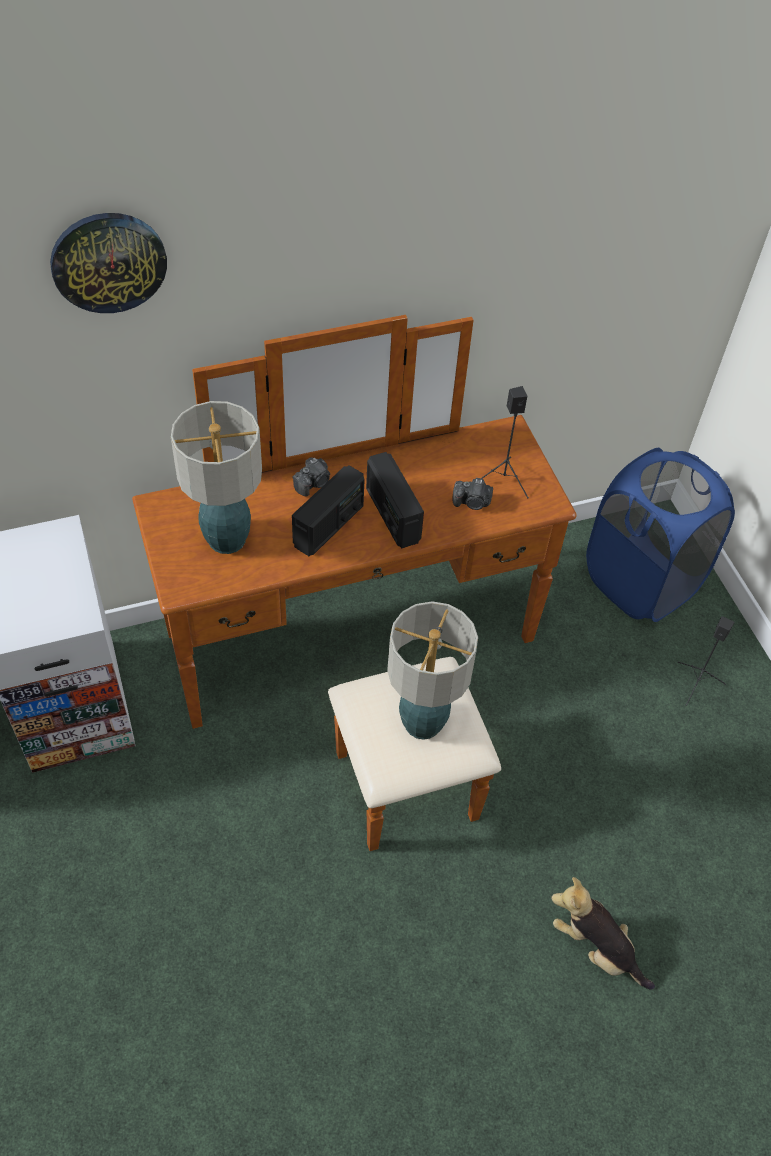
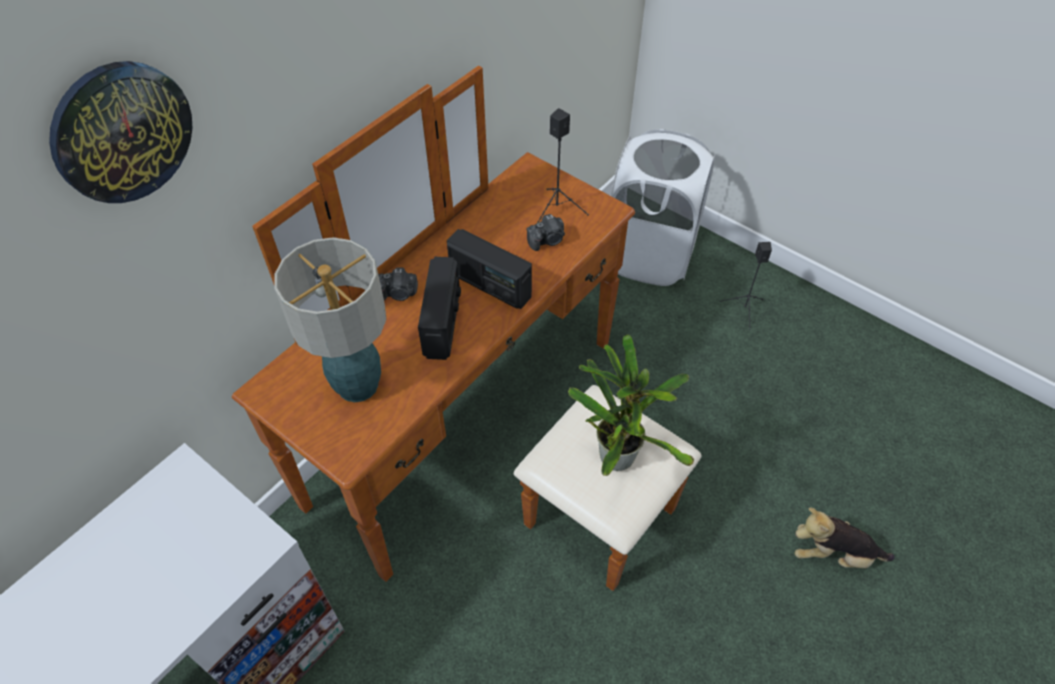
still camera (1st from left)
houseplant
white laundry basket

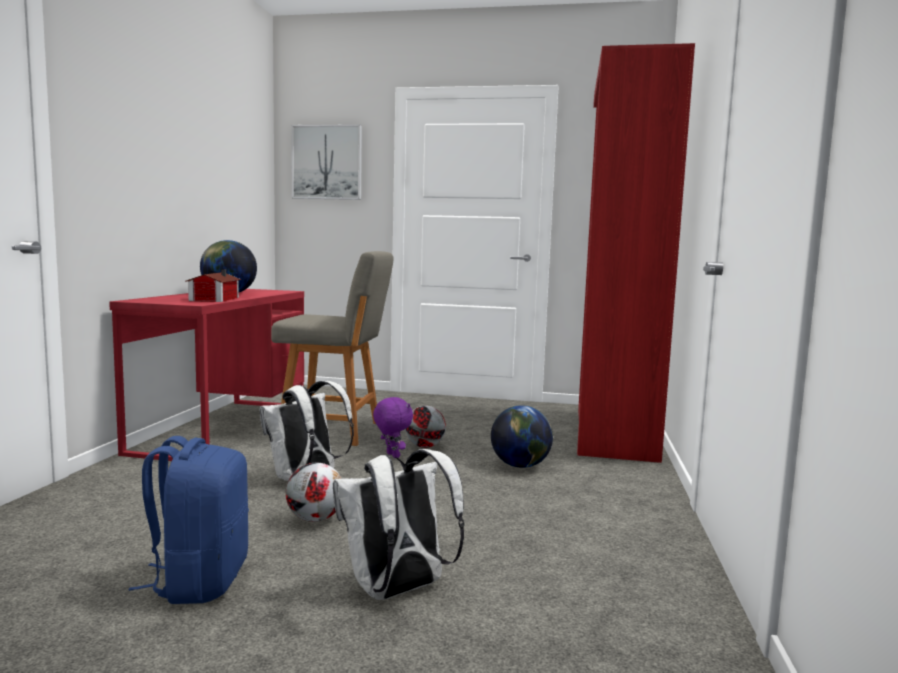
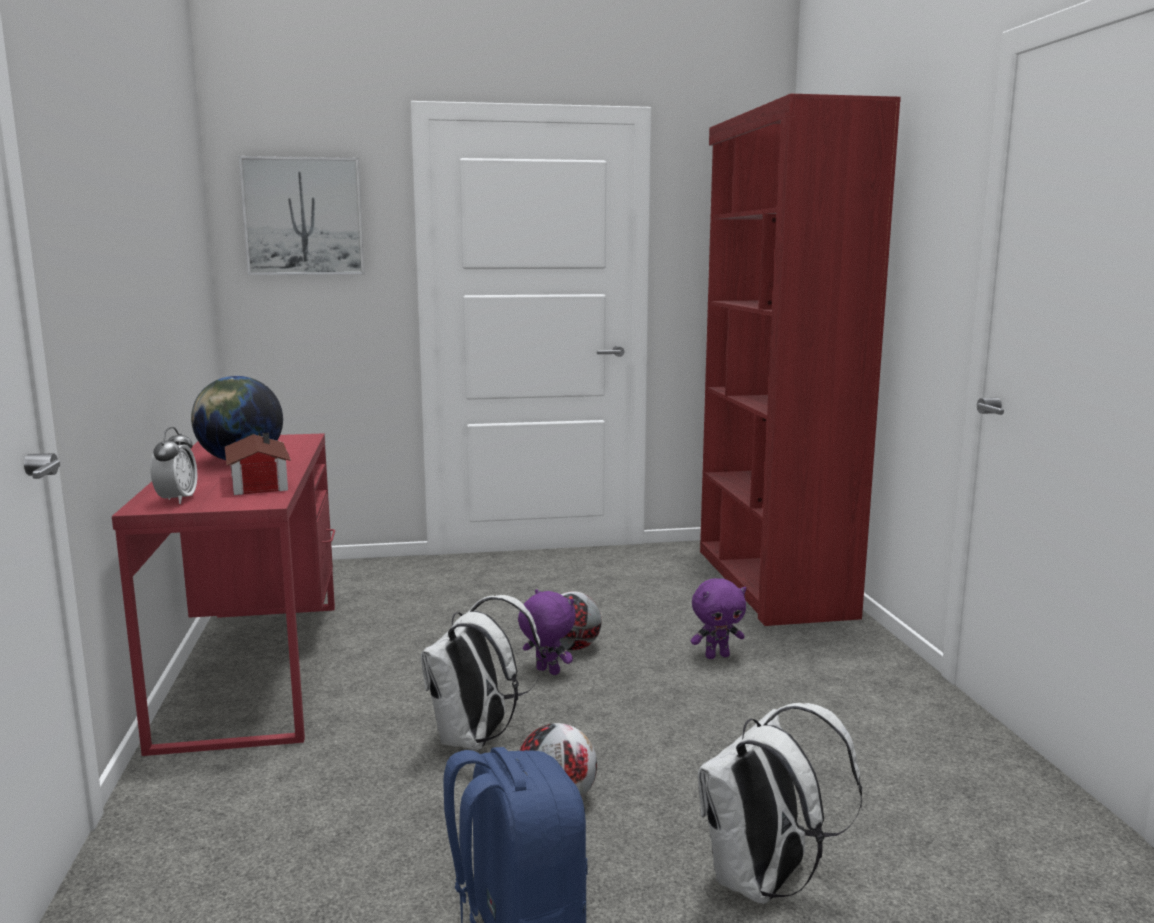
greyish upright chair
purple-coloured plush toy (2nd from left)
alarm clock

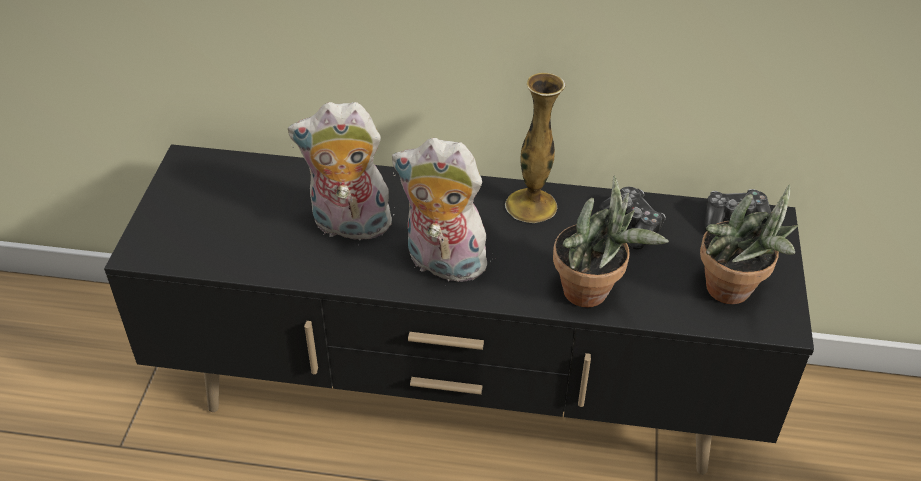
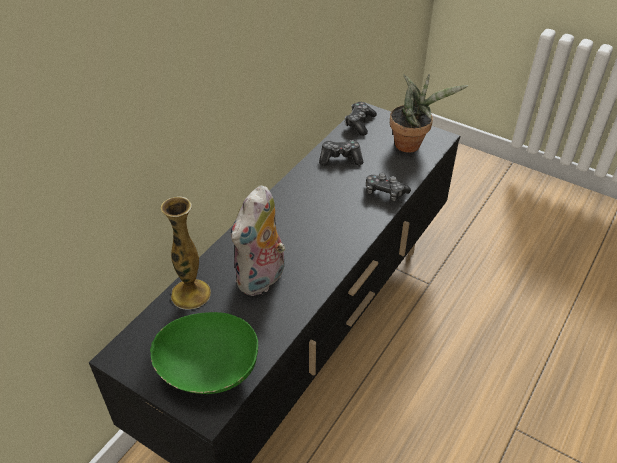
plush toy (2nd from left in the first image)
flower vase
gamepad (3rd from left)
green-coloured bowl

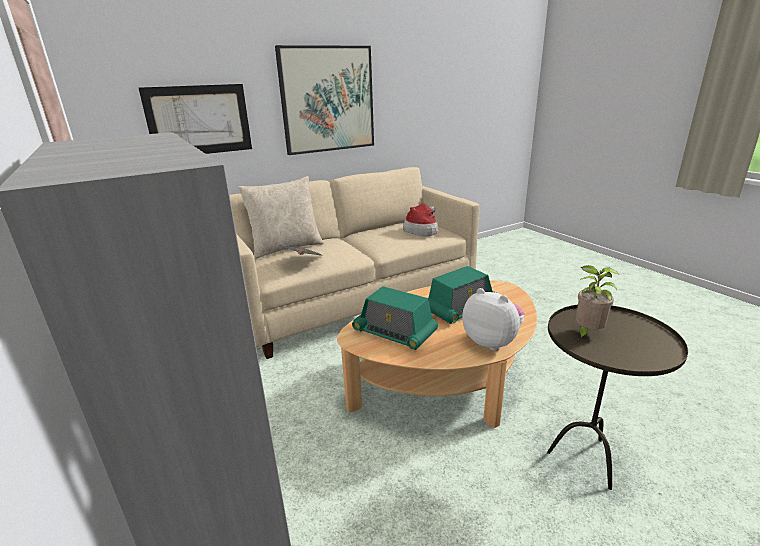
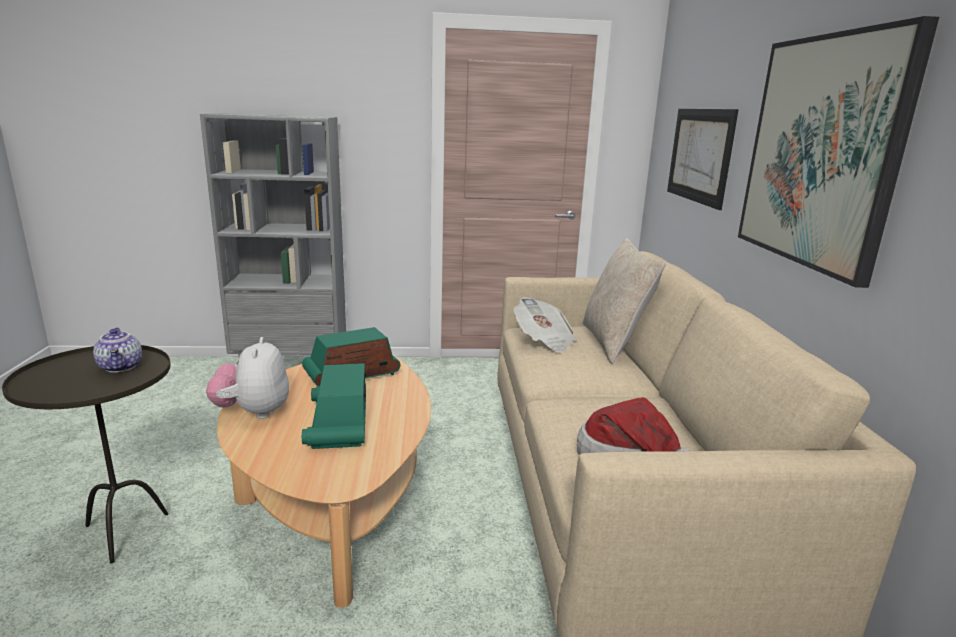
plush toy
pot for tea

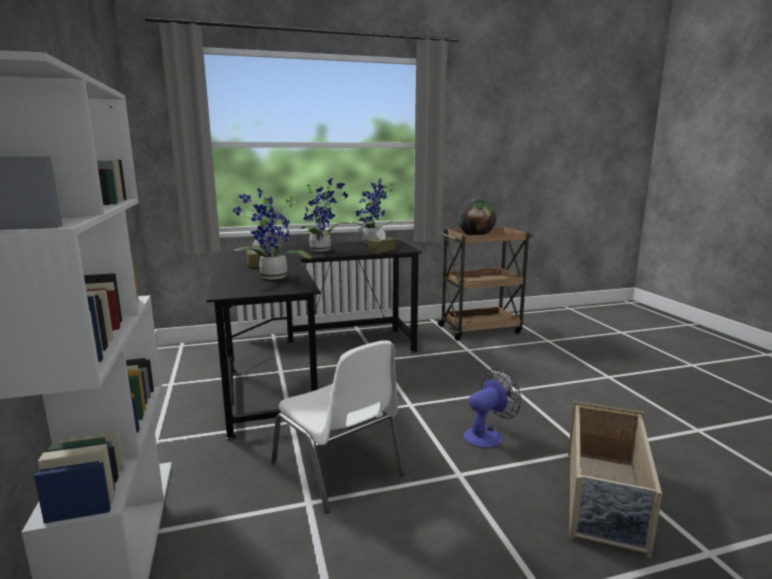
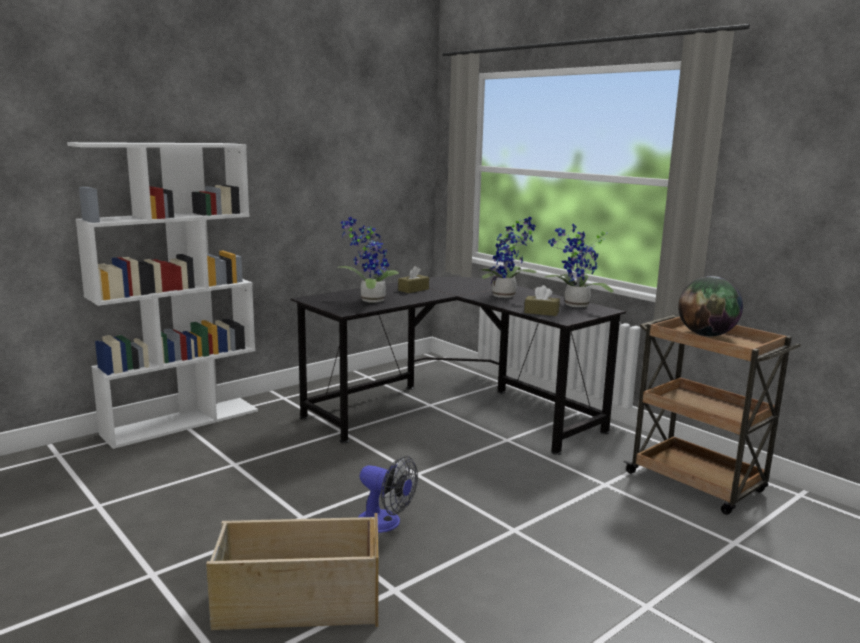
white upright chair

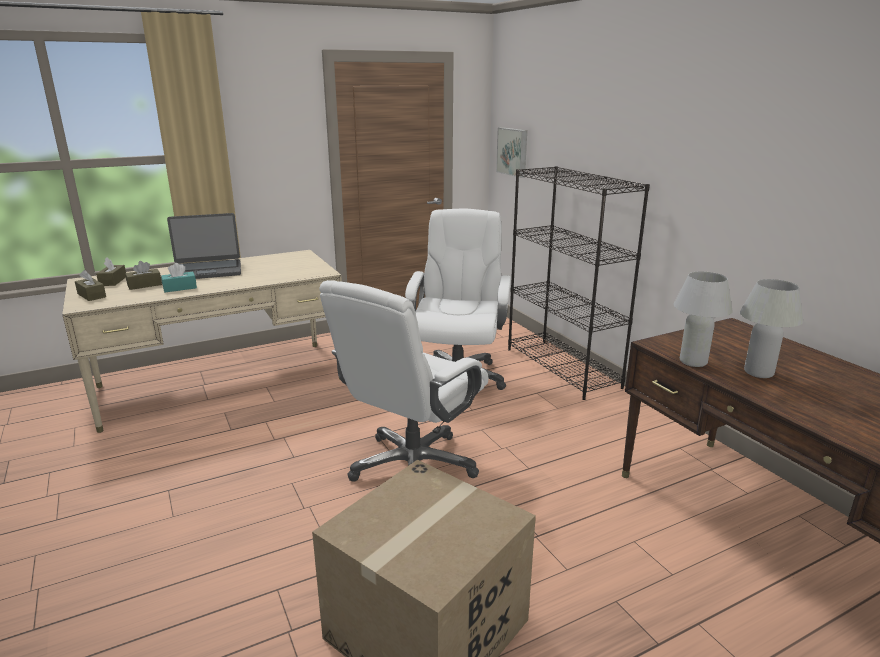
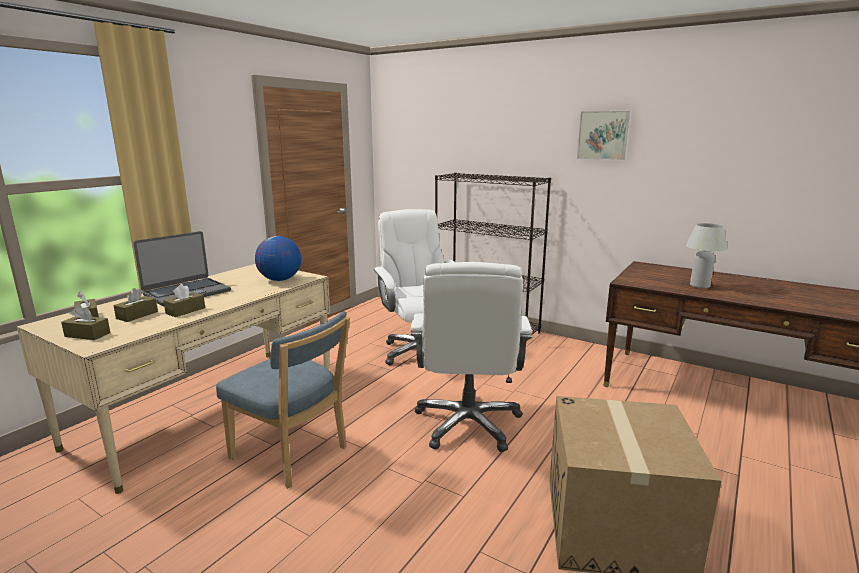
brownish box of tissues (4th from left)
picture
white lamp for a table (1st from left in the first image)
bluish upright chair
globe

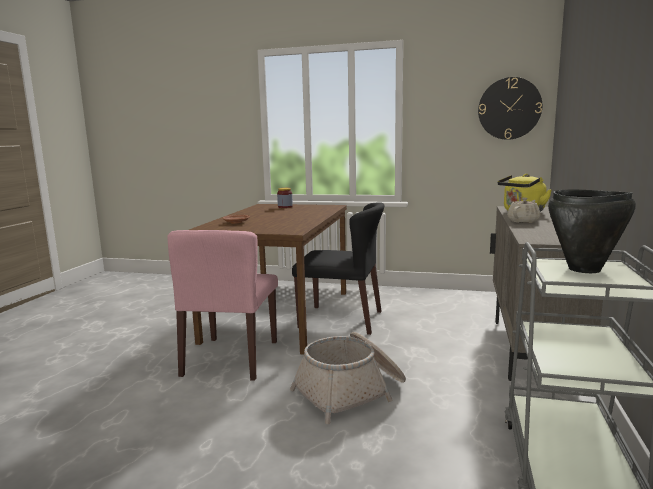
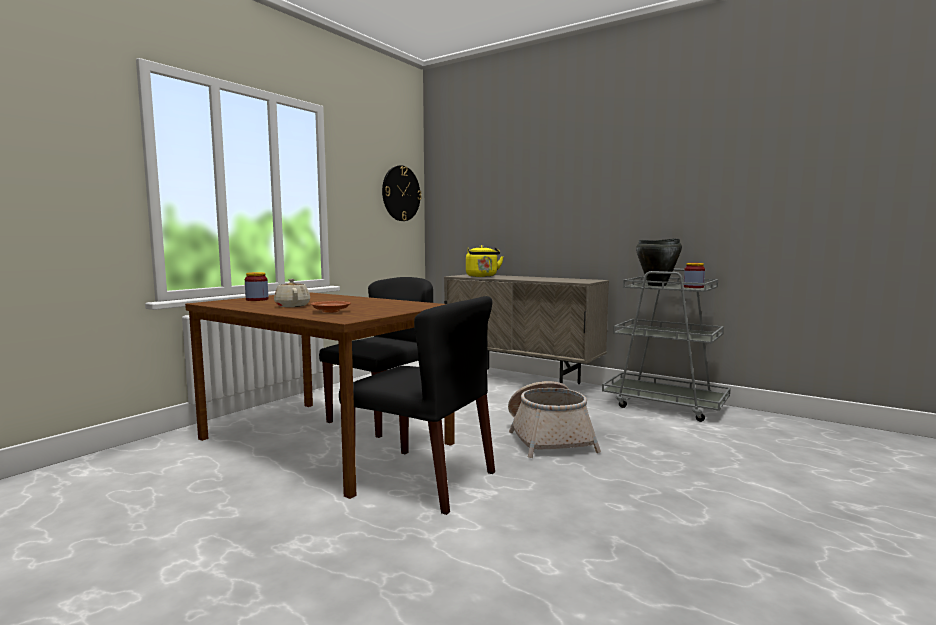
blackish upright chair (2nd from left)
beige pot for tea
preserve jar (2nd from left)

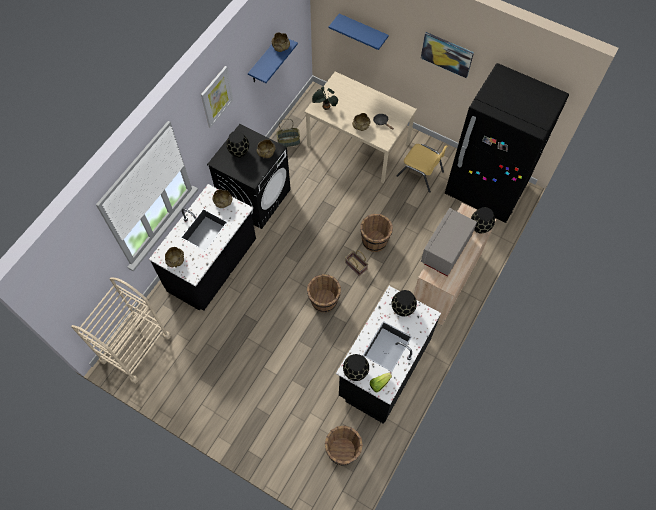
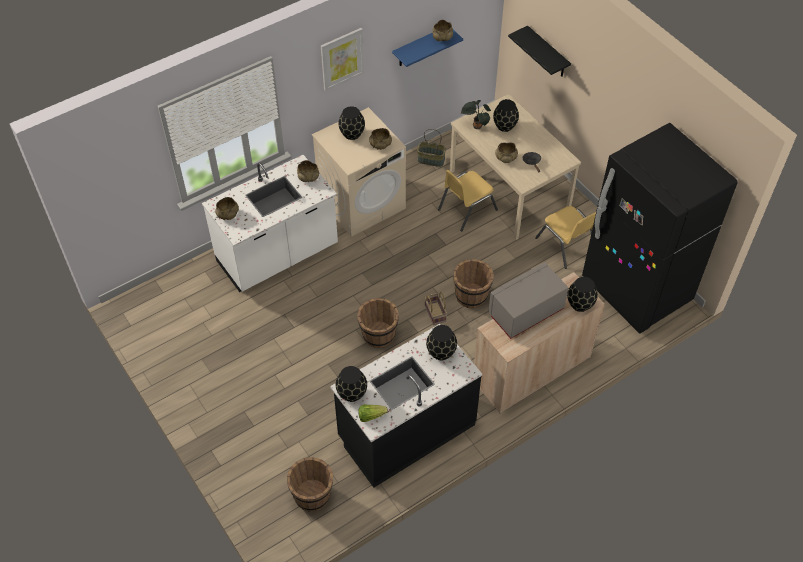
beige wheeled cart
white kitchen base unit
beige laundry machine
blackish wall shelf
picture (2nd from left in the first image)
yellowish upright chair (1st from left)
blackish flower vase (4th from left)

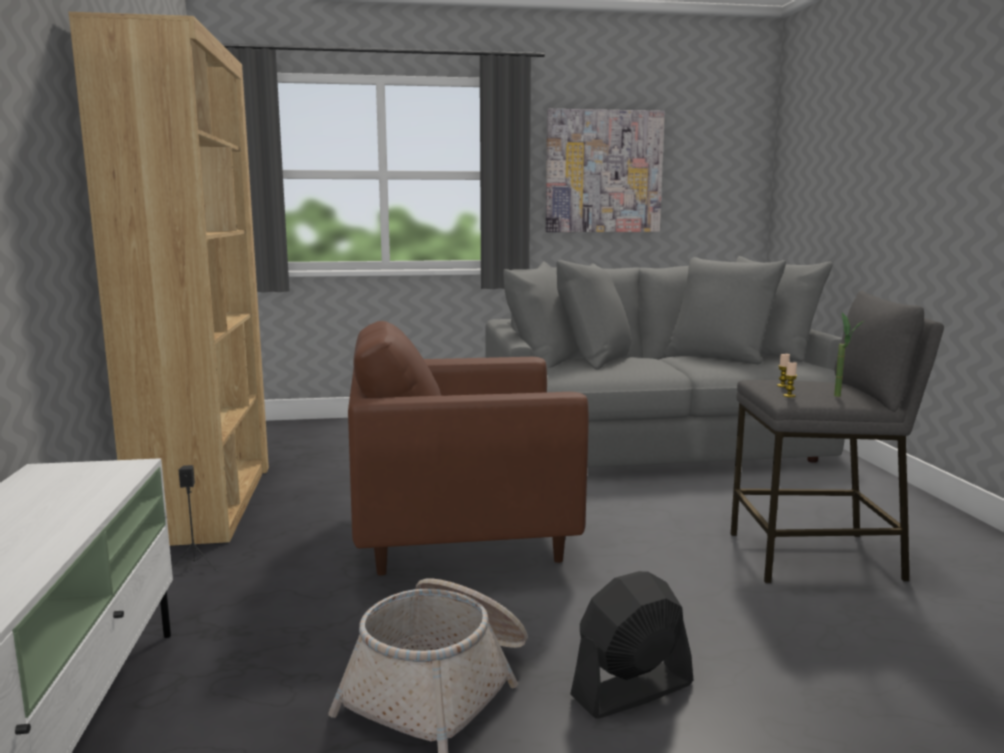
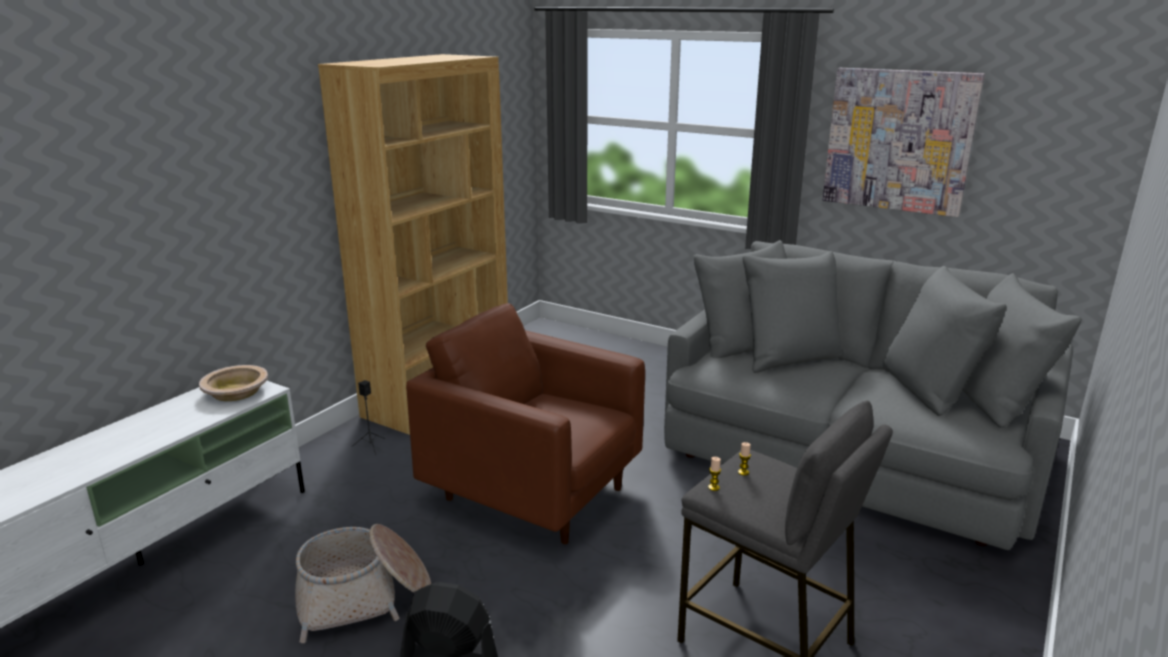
houseplant
beige bowl

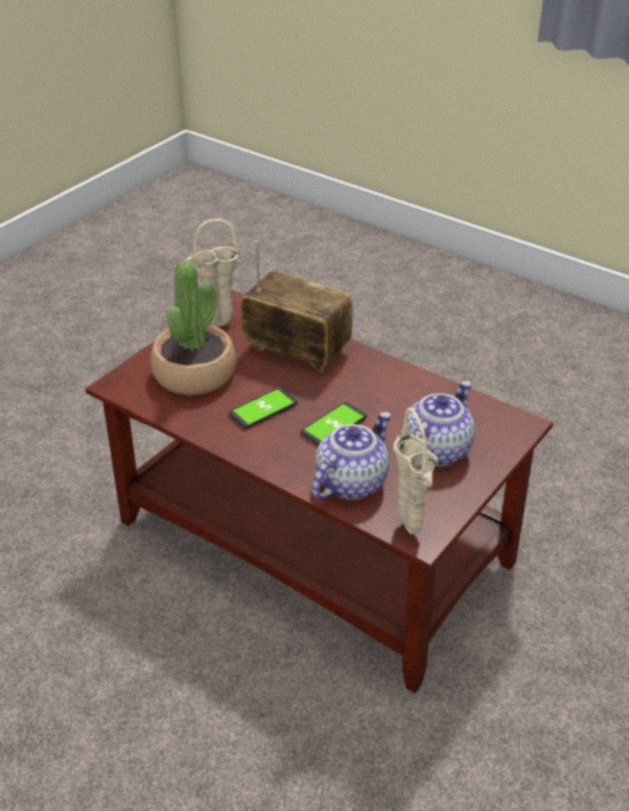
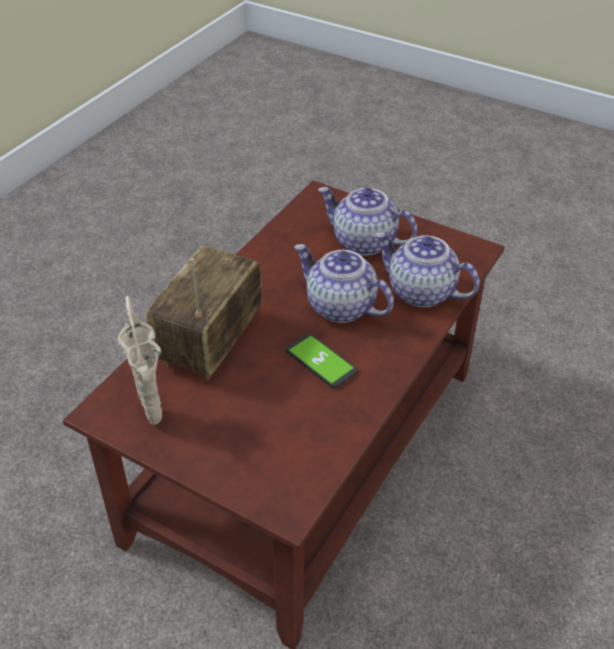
houseplant
pot for tea (1st from left)
beige flower vase (2nd from left in the first image)

